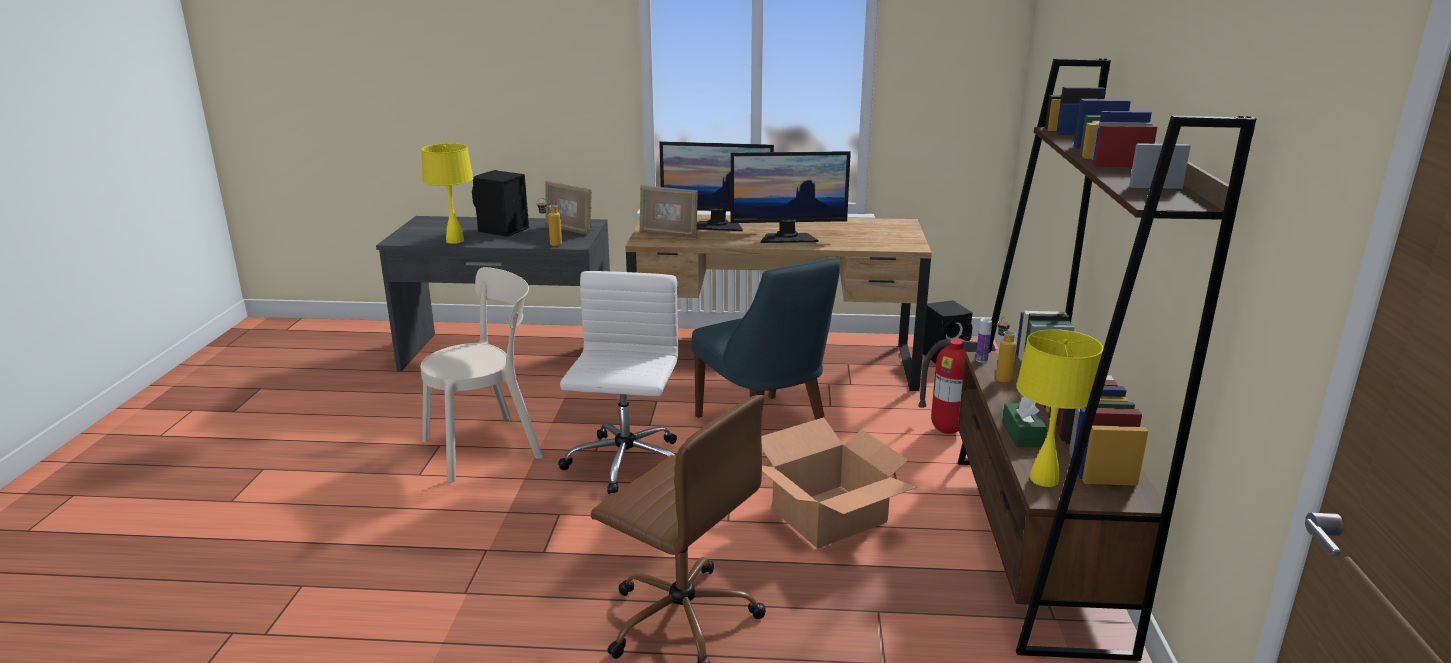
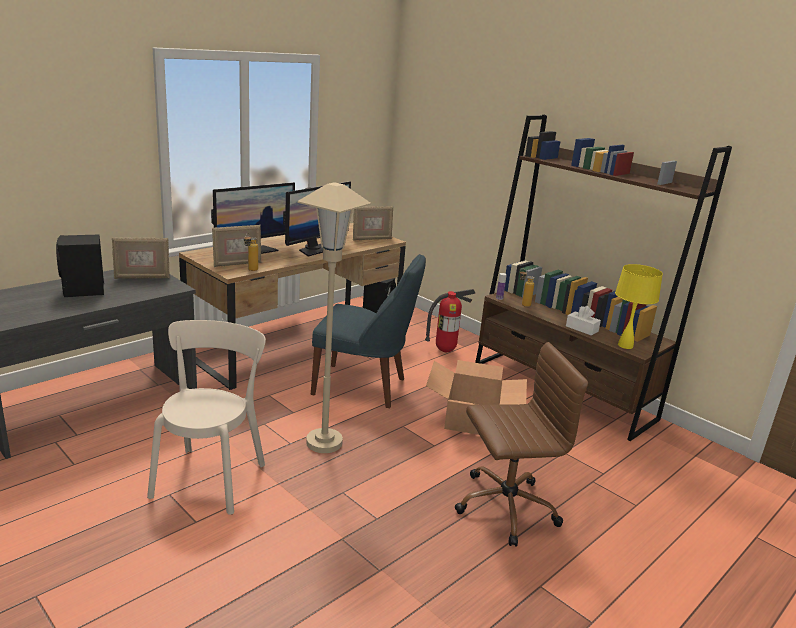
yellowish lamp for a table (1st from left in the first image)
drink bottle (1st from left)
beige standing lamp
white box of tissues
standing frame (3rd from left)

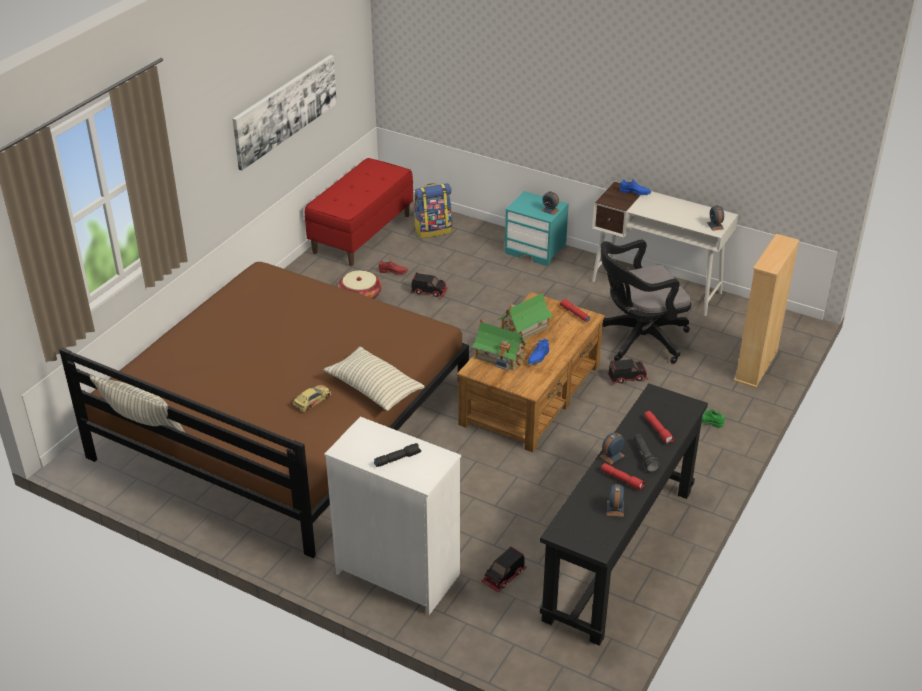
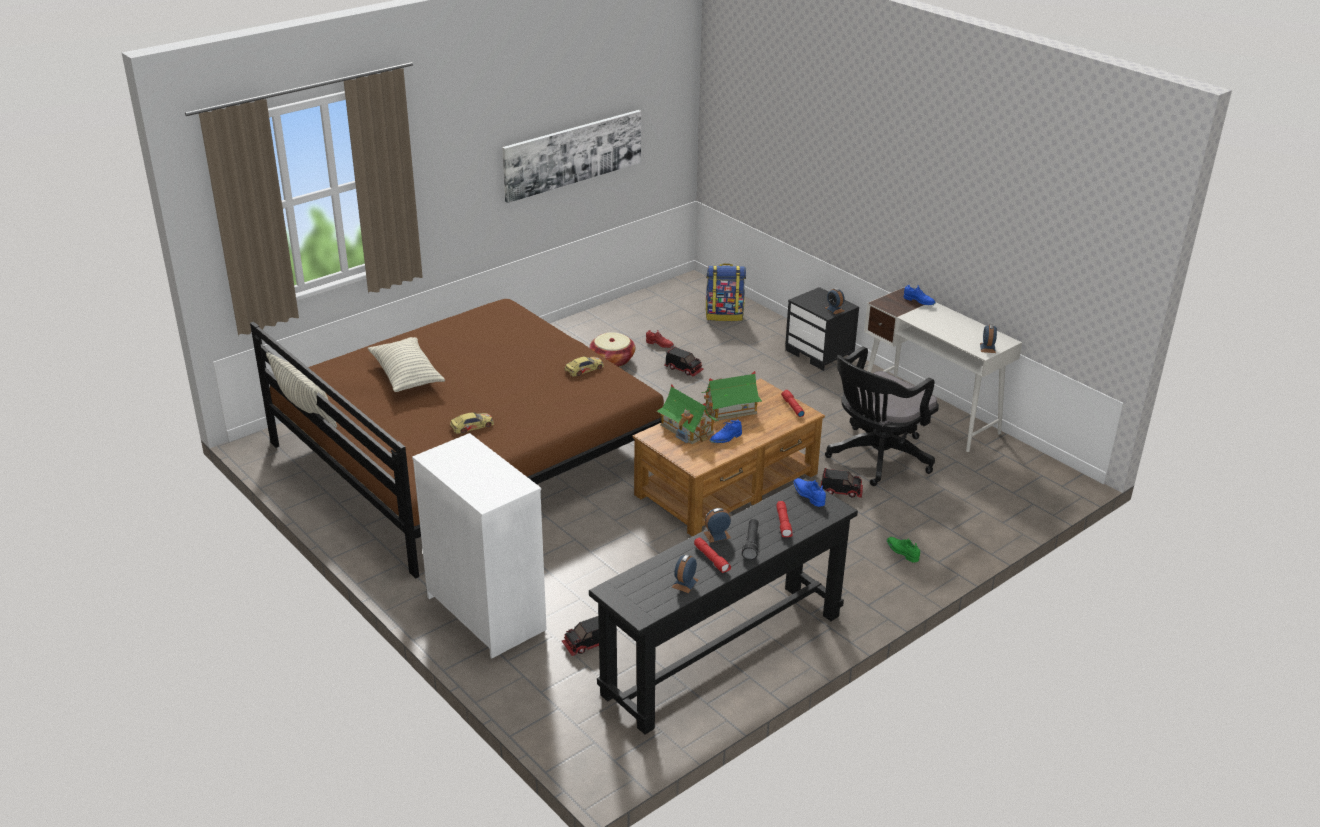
red indoor bench
cushion (2nd from left)
blackish hand torch (1st from left in the first image)
blackish bedside table
blackish office chair
beige bookshelf
miniature car (2nd from left)
bluish low shoe (2nd from left)

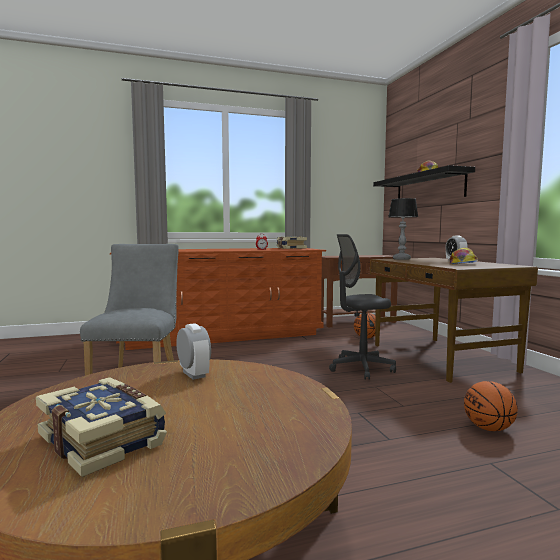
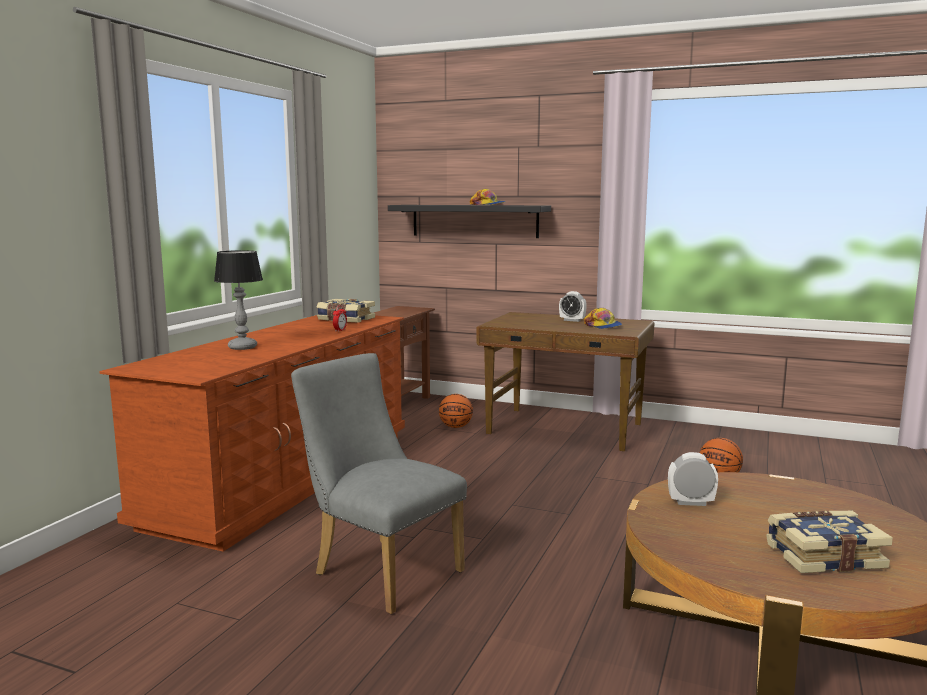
greyish office chair
lamp for a table

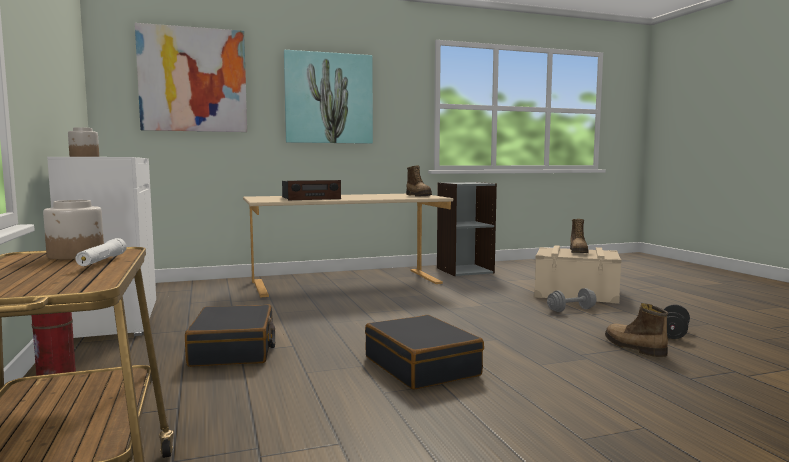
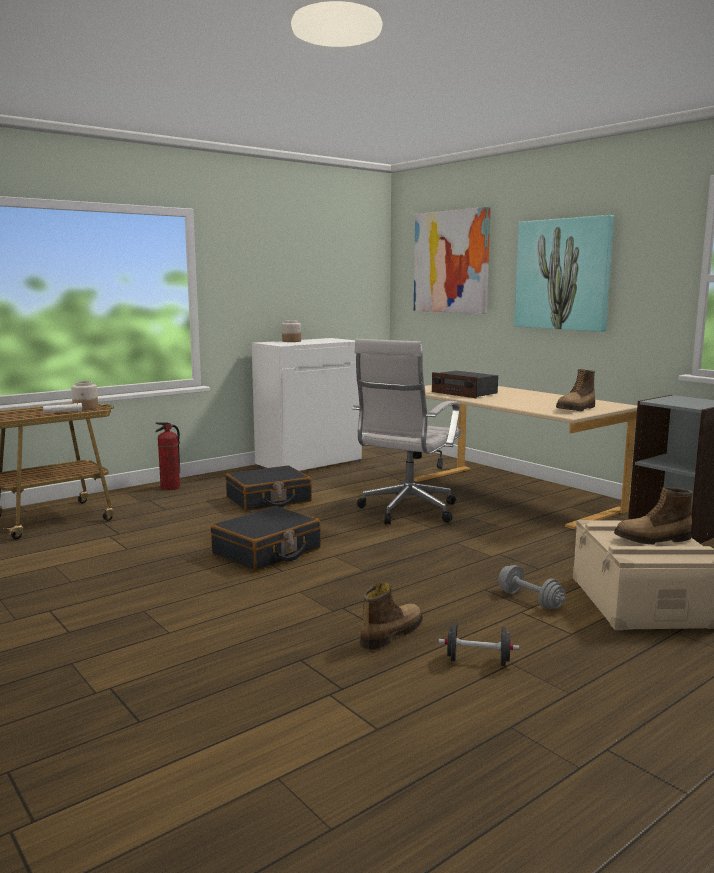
white office chair

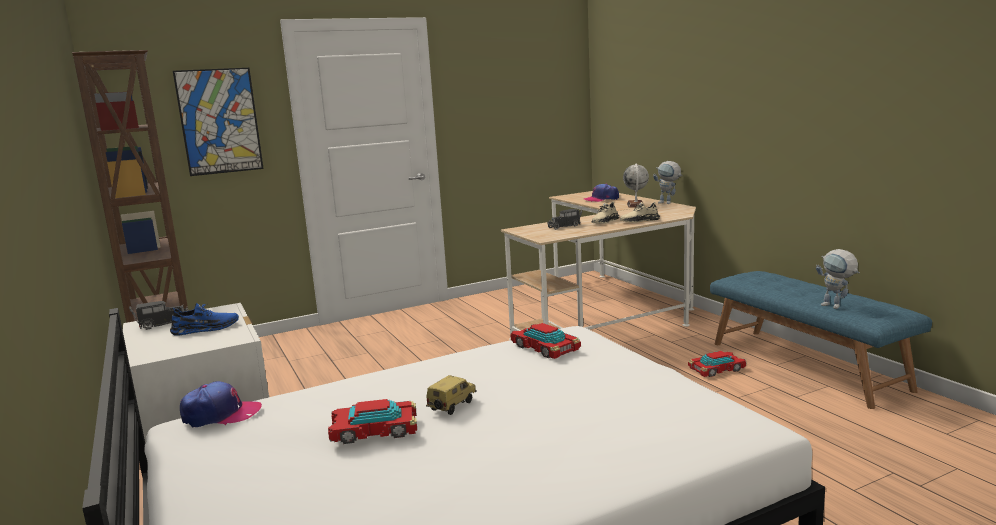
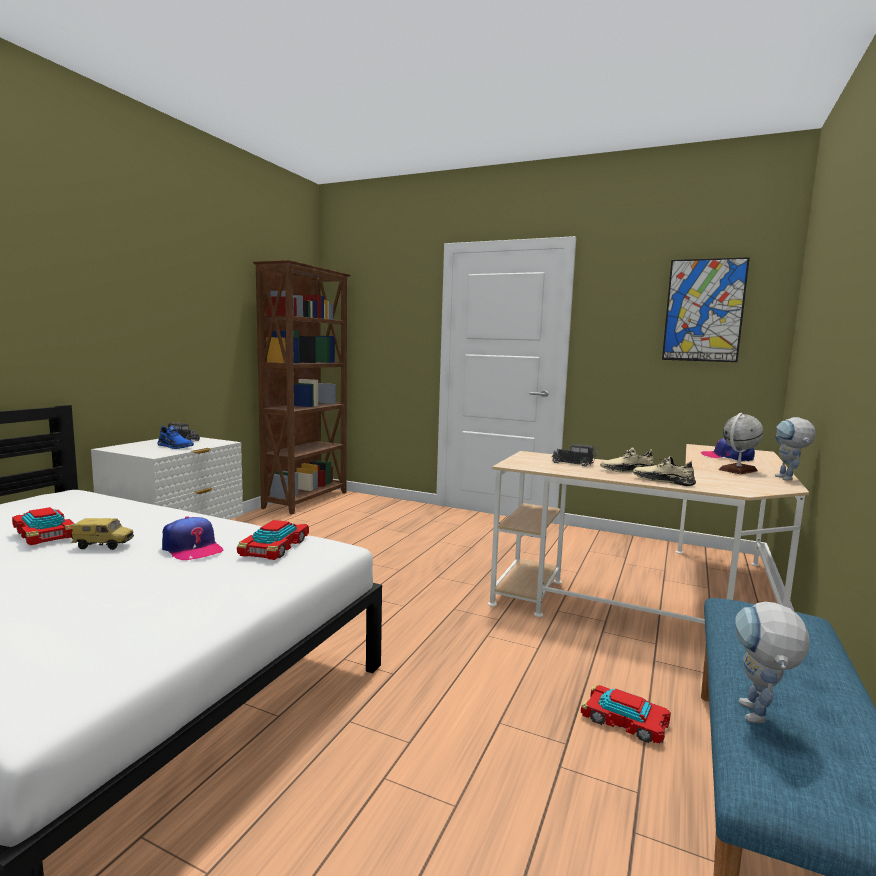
picture
peaked cap (1st from left)

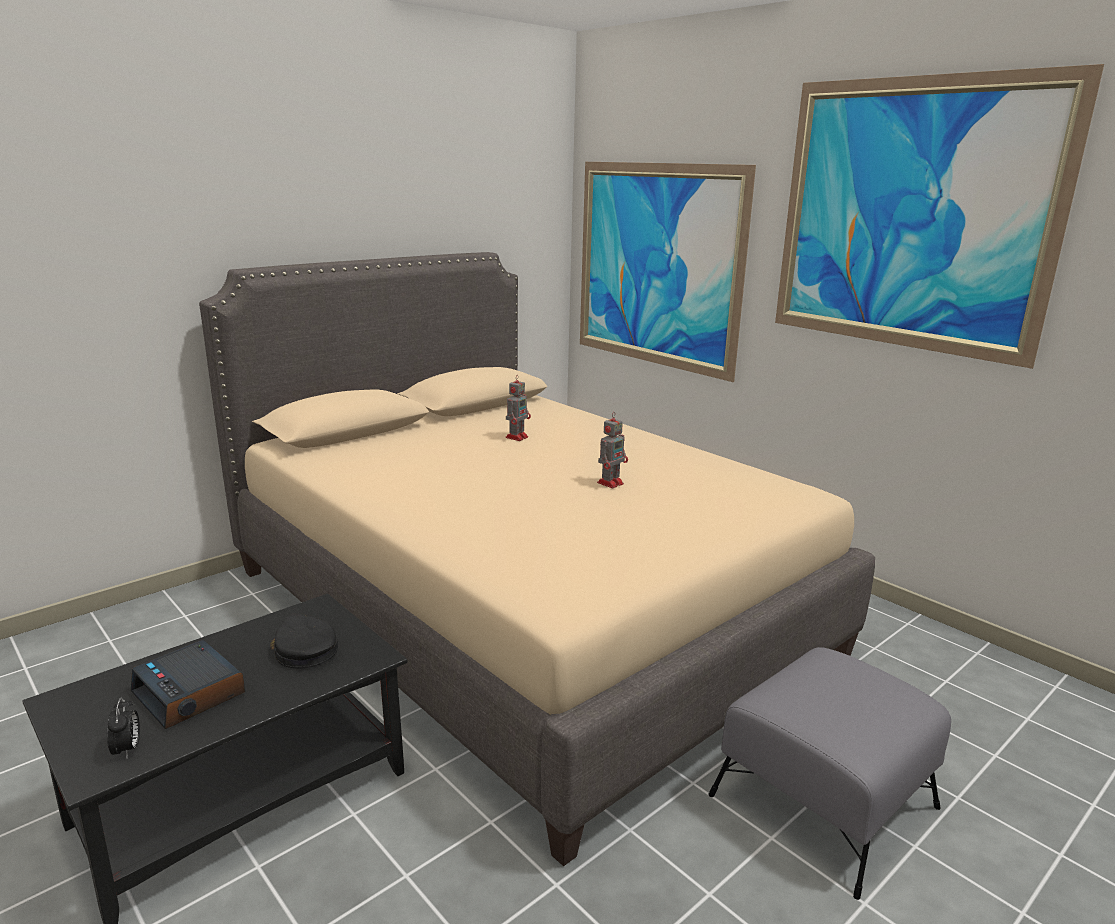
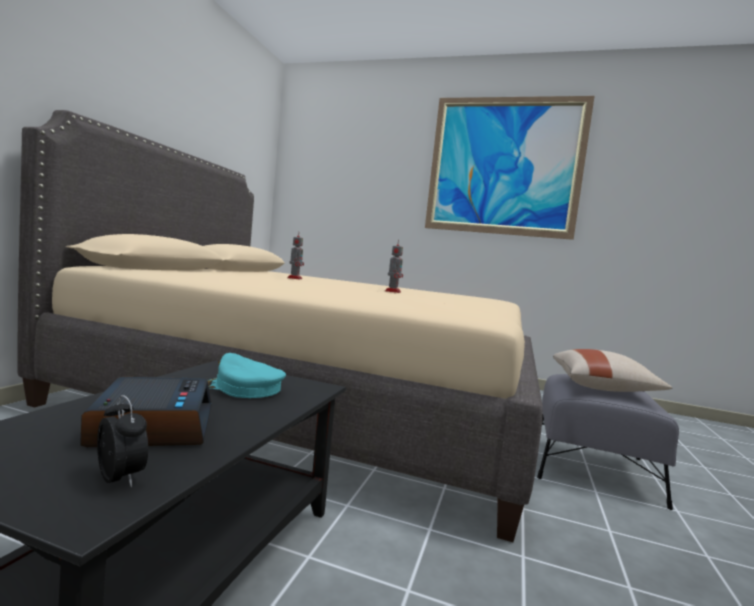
alarm clock (2nd from left)
turquoise peaked cap
picture (1st from left in the first image)
beige cushion

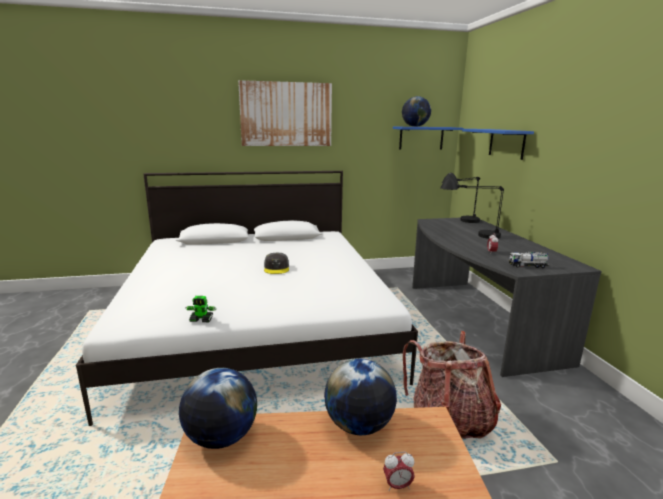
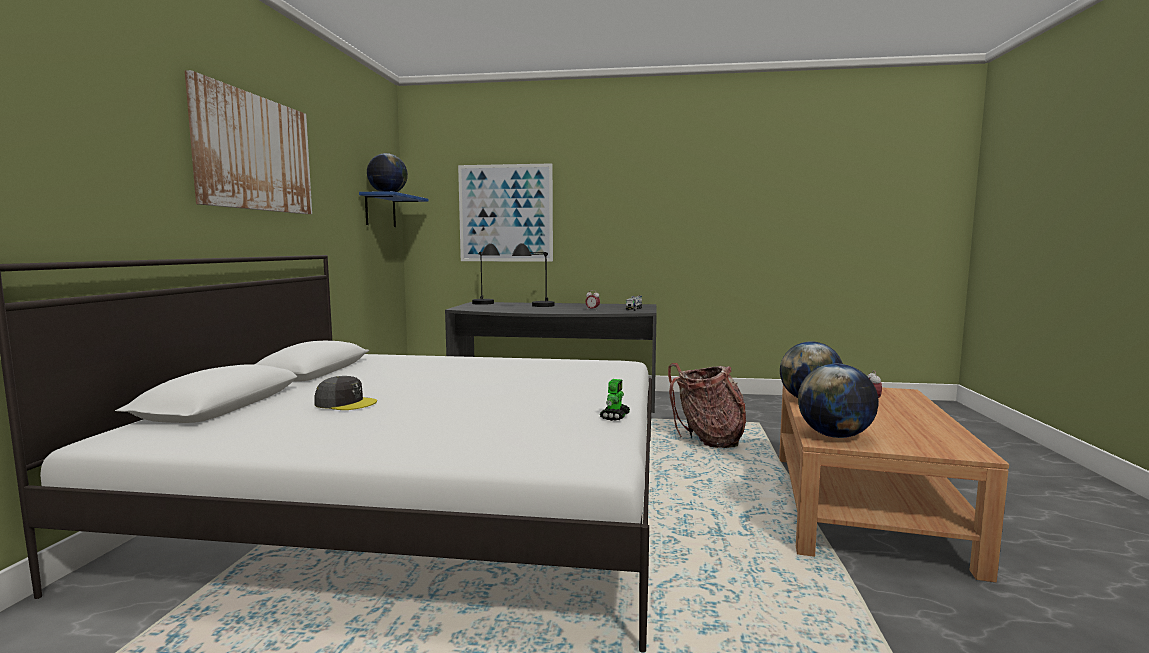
greyish peaked cap
picture (2nd from left)

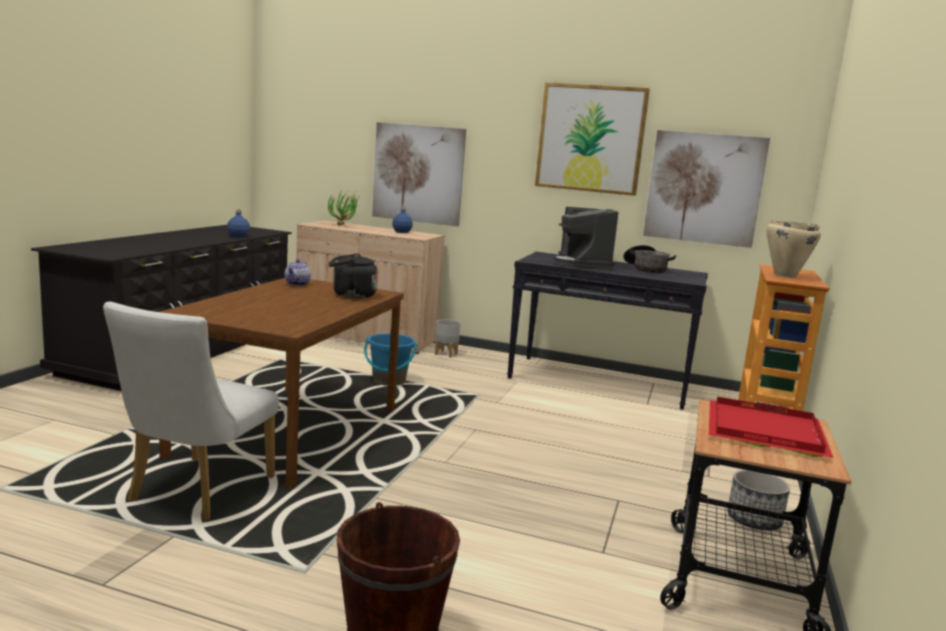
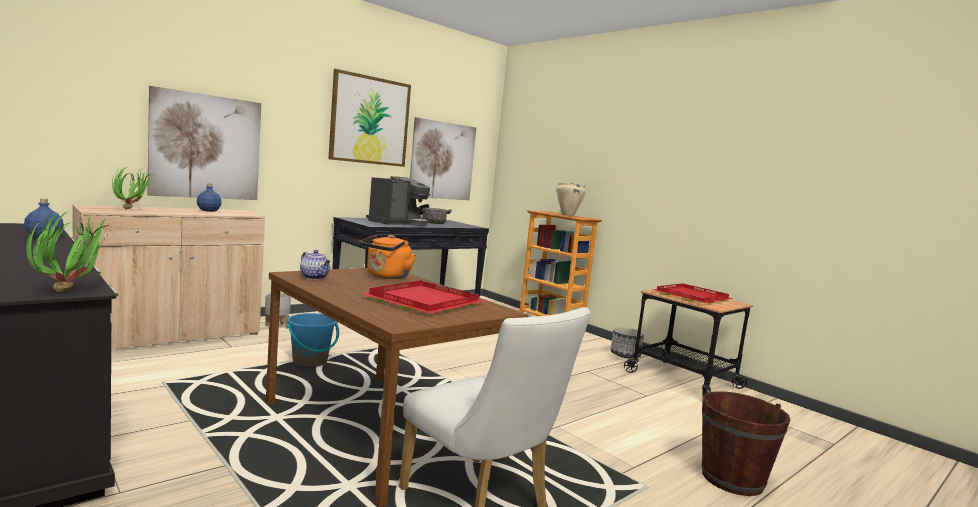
orange-coloured tea kettle
coffee maker
houseplant (1st from left)
red serving tray (1st from left)

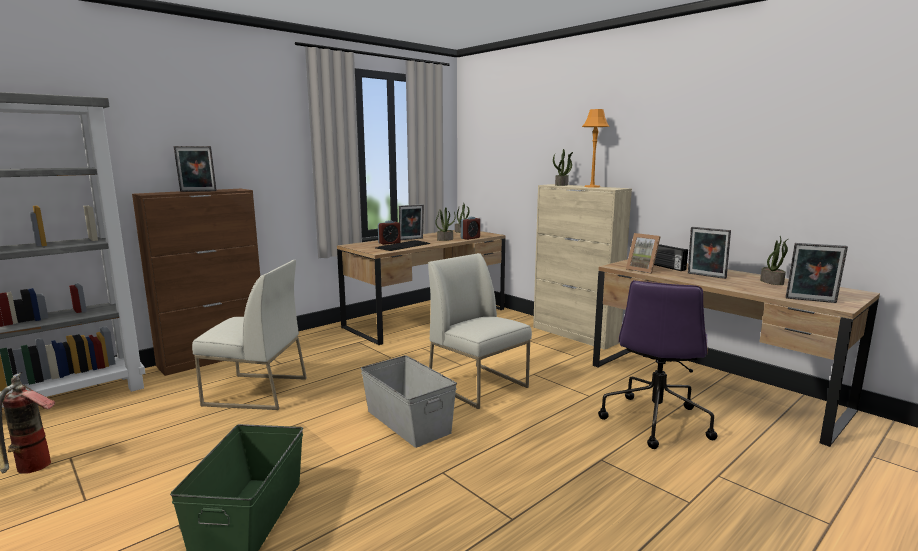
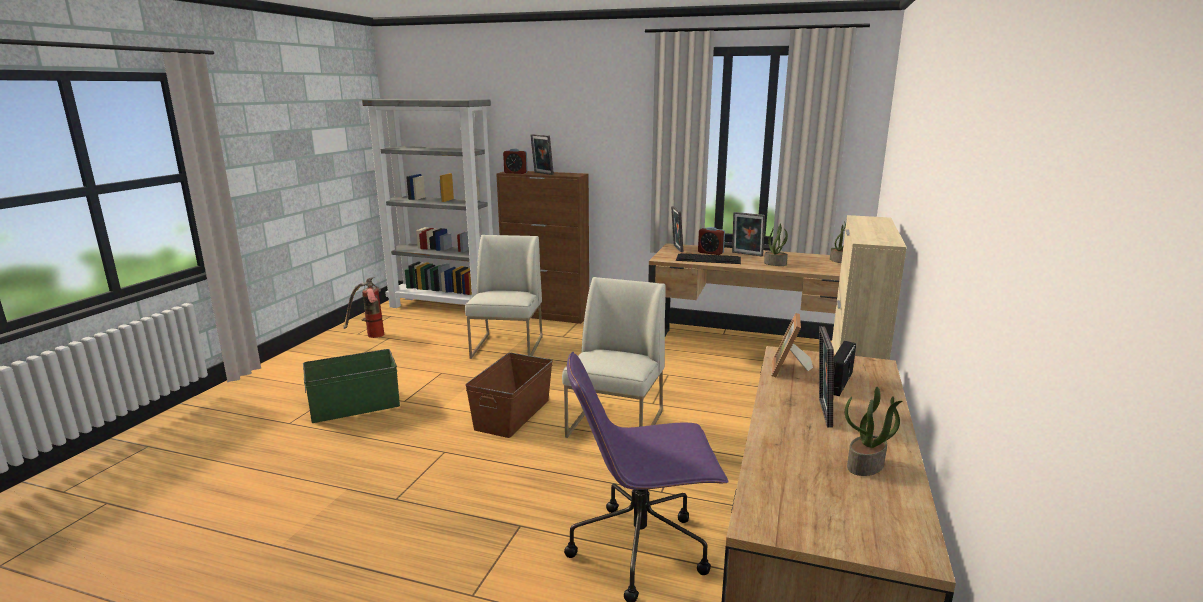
white upright chair (1st from left)
brownish storage container
alarm clock (1st from left)
houseplant (3rd from left in the first image)
orange-coloured lamp for a table
standing frame (2nd from left)

